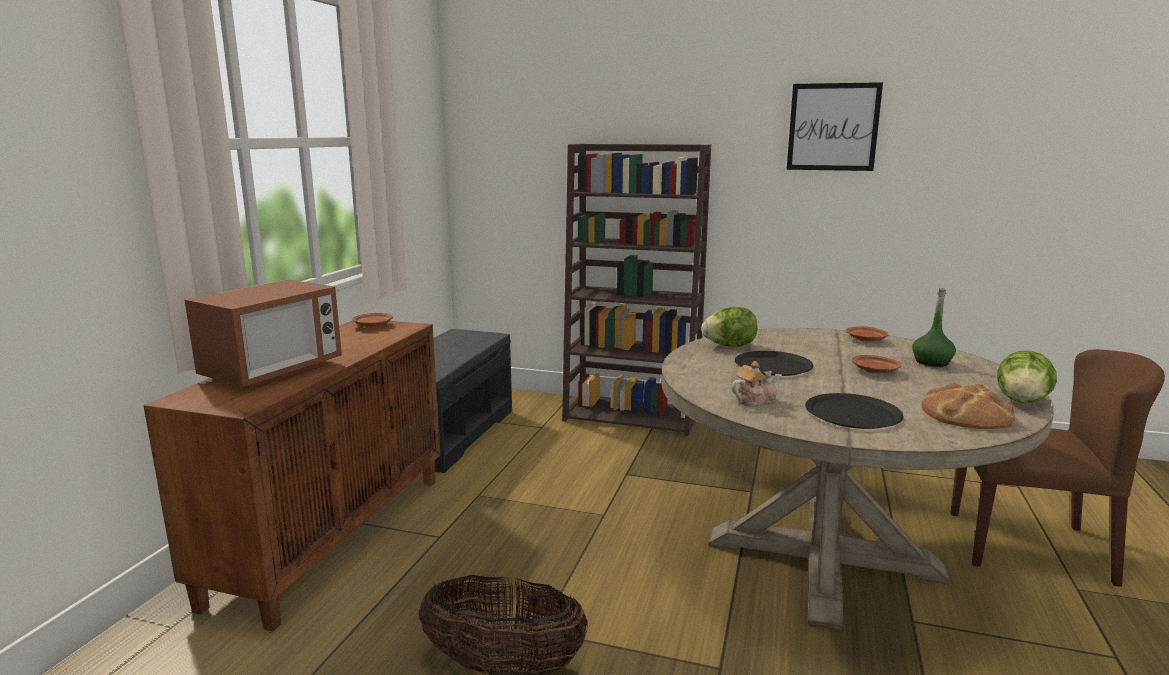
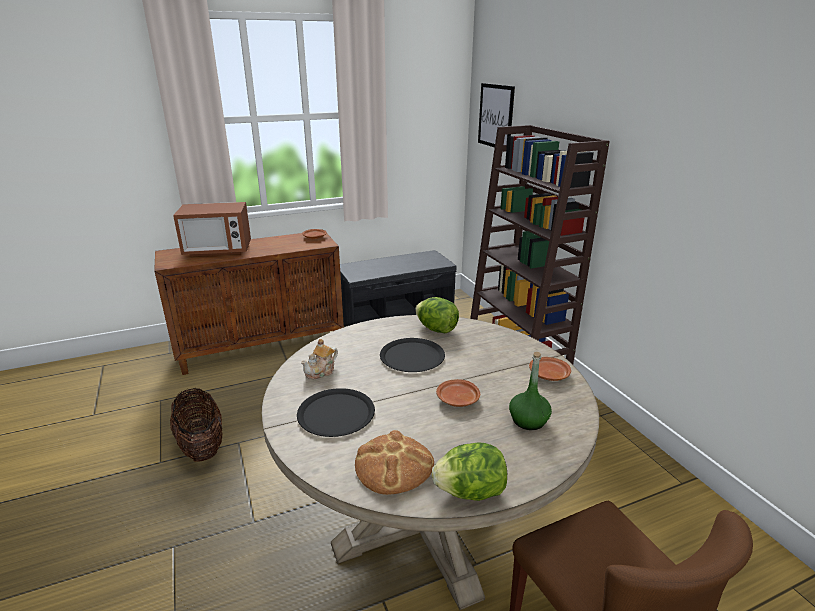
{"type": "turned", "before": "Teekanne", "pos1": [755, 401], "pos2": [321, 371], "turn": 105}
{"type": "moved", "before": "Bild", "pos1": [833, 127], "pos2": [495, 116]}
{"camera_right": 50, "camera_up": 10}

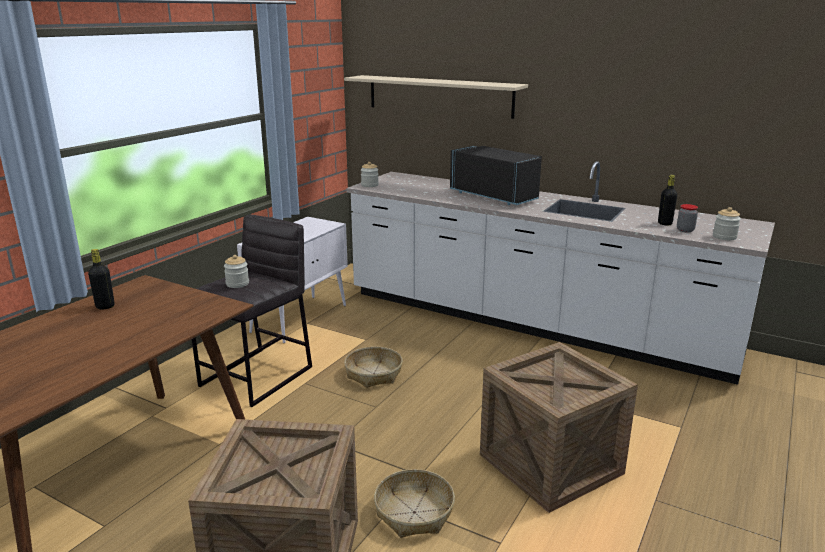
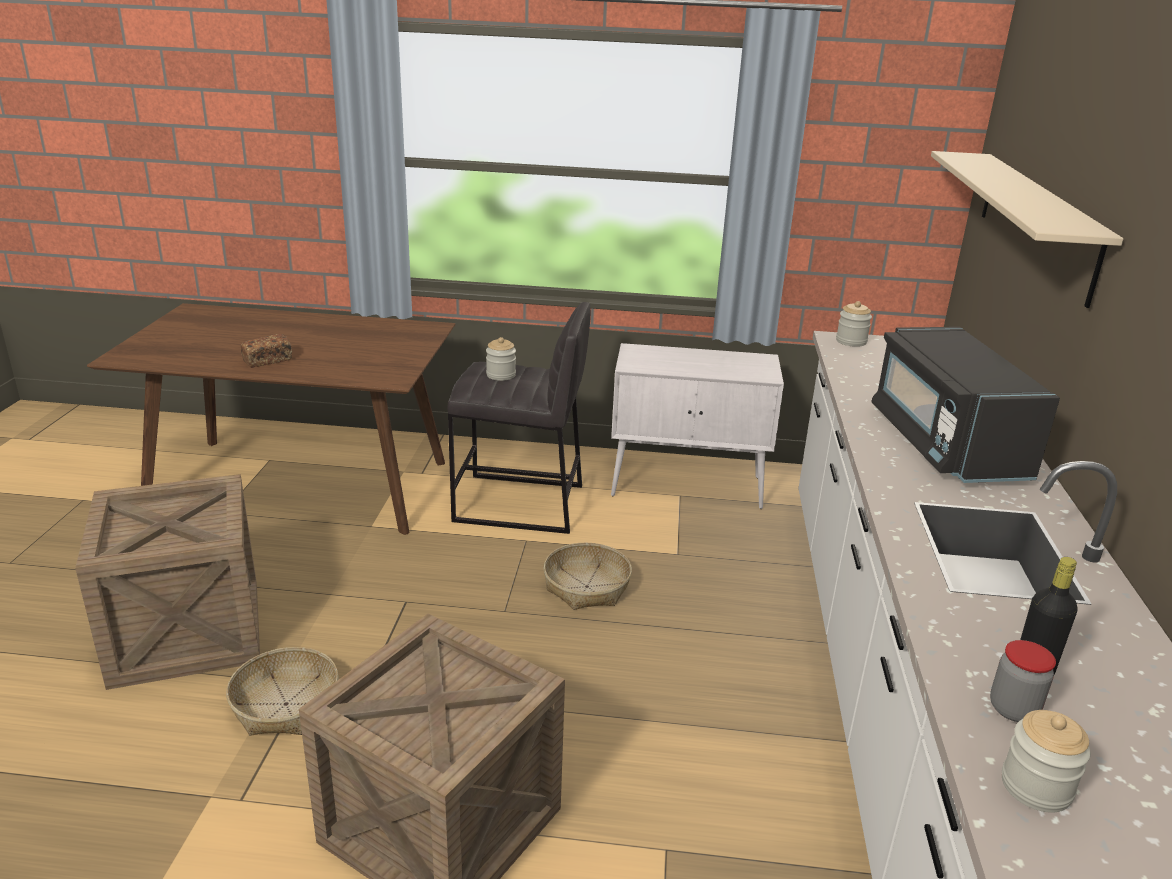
{"type": "removed", "before": "Flasche (schwarz)", "pos1": [105, 306]}
{"type": "turned", "before": "Mikrowelle (schwarz)", "pos1": [494, 196], "pos2": [945, 443], "turn": 150}
{"type": "added", "after": "Brot", "pos2": [267, 360]}
{"camera_right": 65, "camera_up": 5}

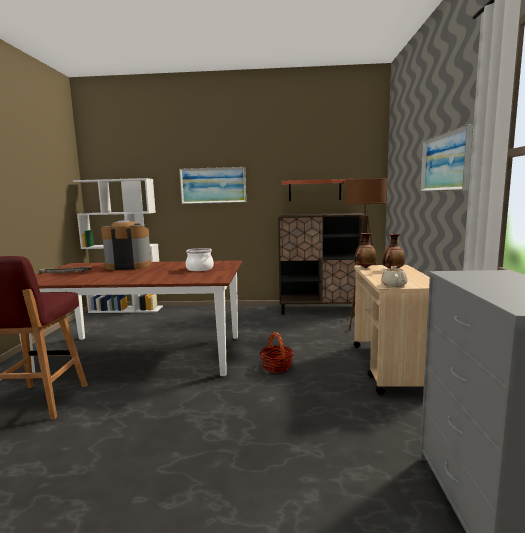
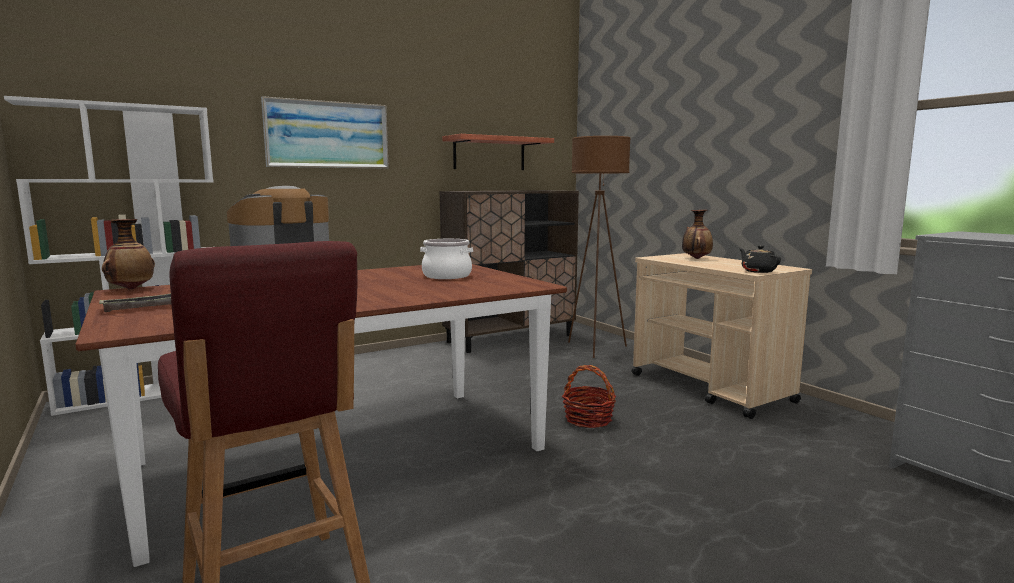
{"type": "moved", "before": "Vase", "pos1": [365, 267], "pos2": [131, 289]}
{"type": "recoloured", "before": "Teekanne (beige)", "after": "Teekanne (schwarz)", "pos1": [393, 285], "pos2": [758, 271]}
{"type": "removed", "before": "Bild", "pos1": [445, 162]}
{"camera_right": -35, "camera_up": 0}

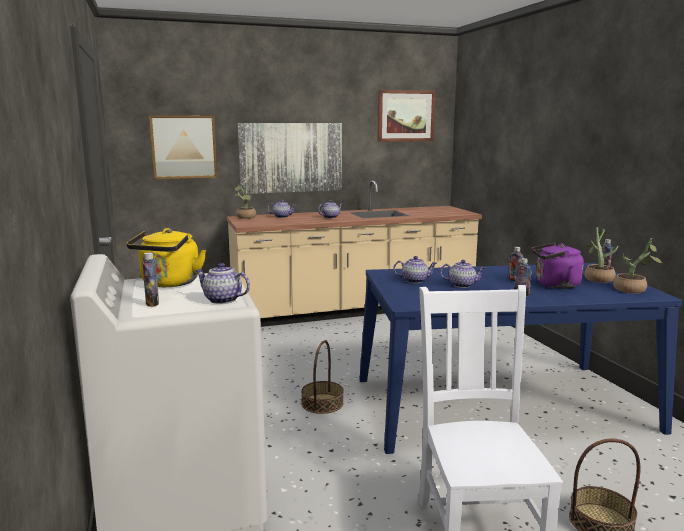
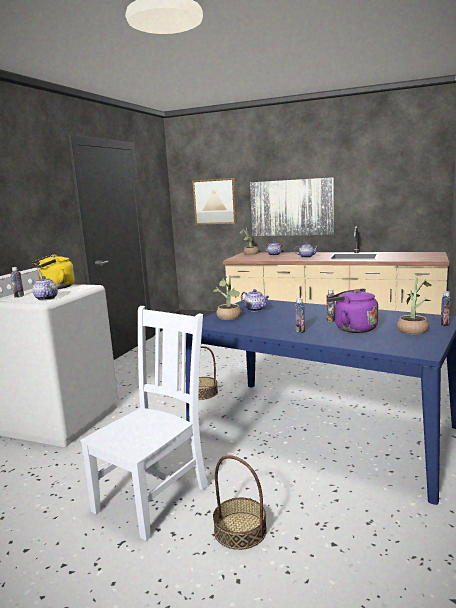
{"type": "removed", "before": "Bild", "pos1": [405, 116]}
{"type": "removed", "before": "Teekanne", "pos1": [462, 285]}
{"type": "moved", "before": "Topfpflanze", "pos1": [633, 290], "pos2": [229, 318]}
{"camera_right": 40, "camera_up": 0}

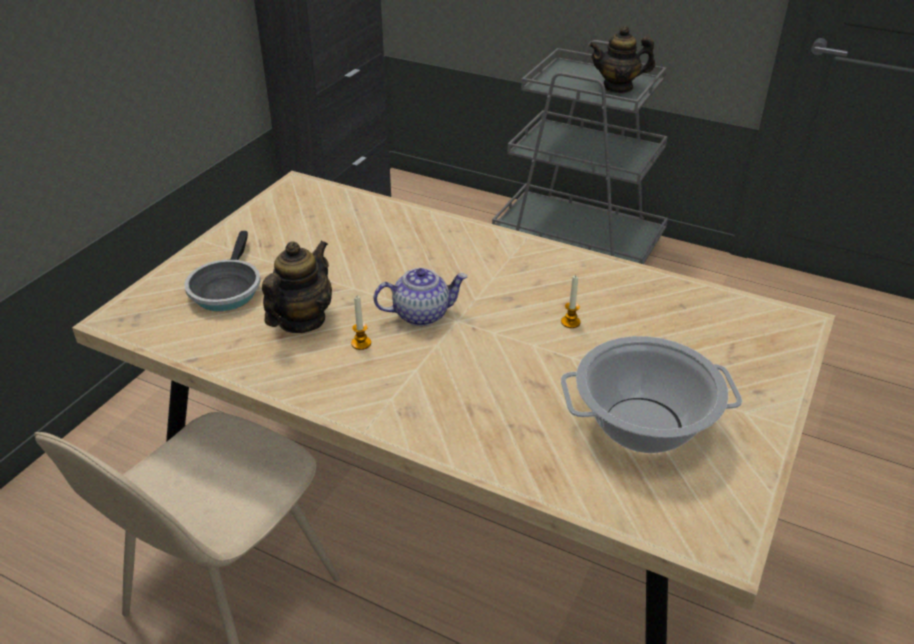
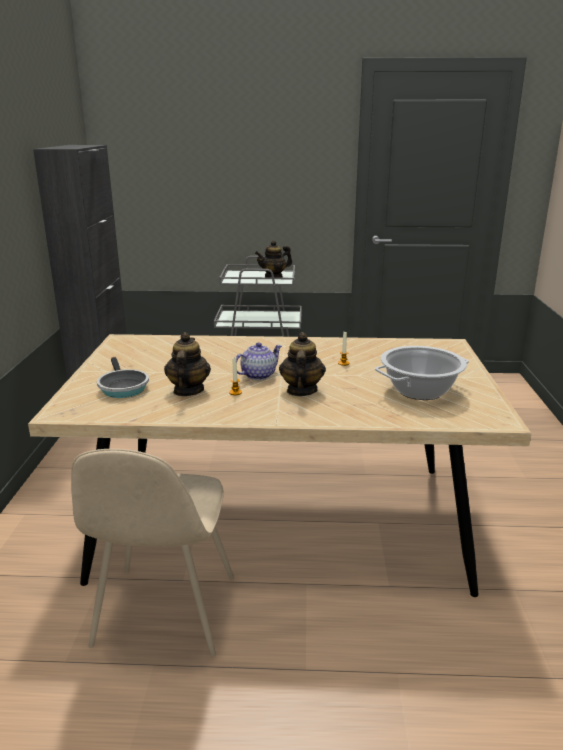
{"type": "added", "after": "Teekanne", "pos2": [301, 391]}
{"camera_right": -25, "camera_up": -15}

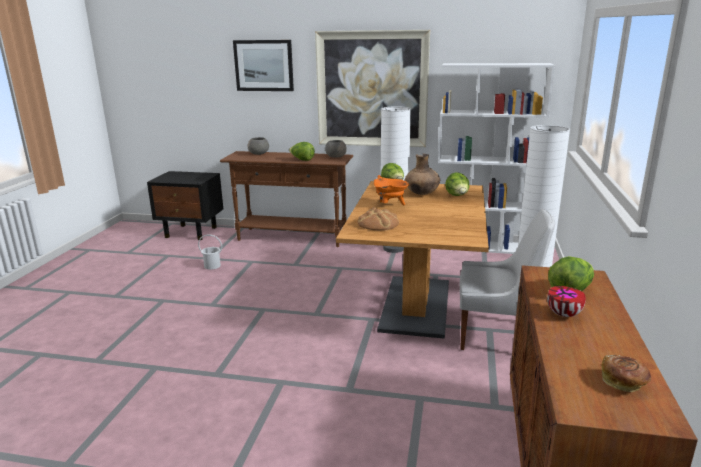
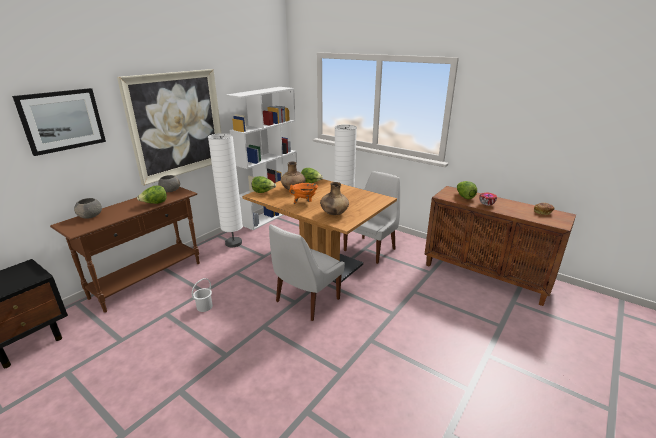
{"type": "moved", "before": "Eimer (weiß)", "pos1": [212, 266], "pos2": [205, 307]}
{"type": "replaced", "before": "Brot", "after": "Vase (braun)", "pos1": [378, 223], "pos2": [334, 213]}
{"type": "added", "after": "Stuhl (weiß)", "pos2": [306, 301]}
{"camera_right": -65, "camera_up": 5}

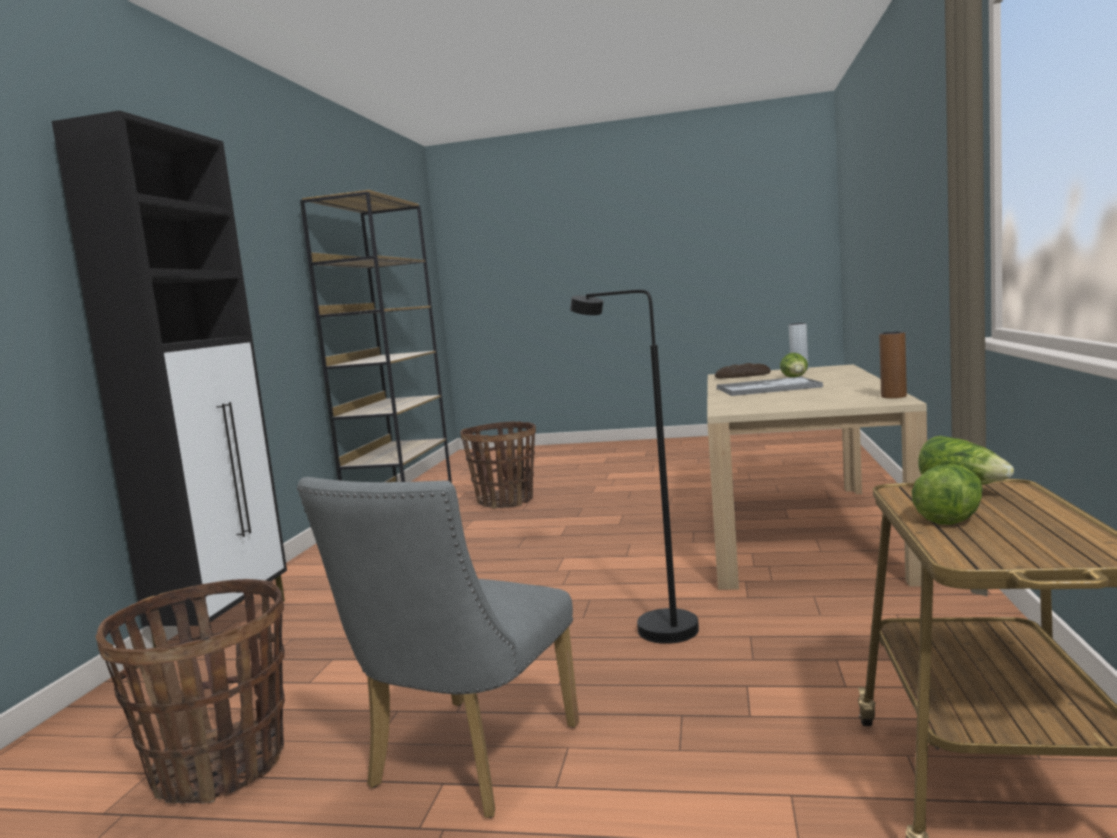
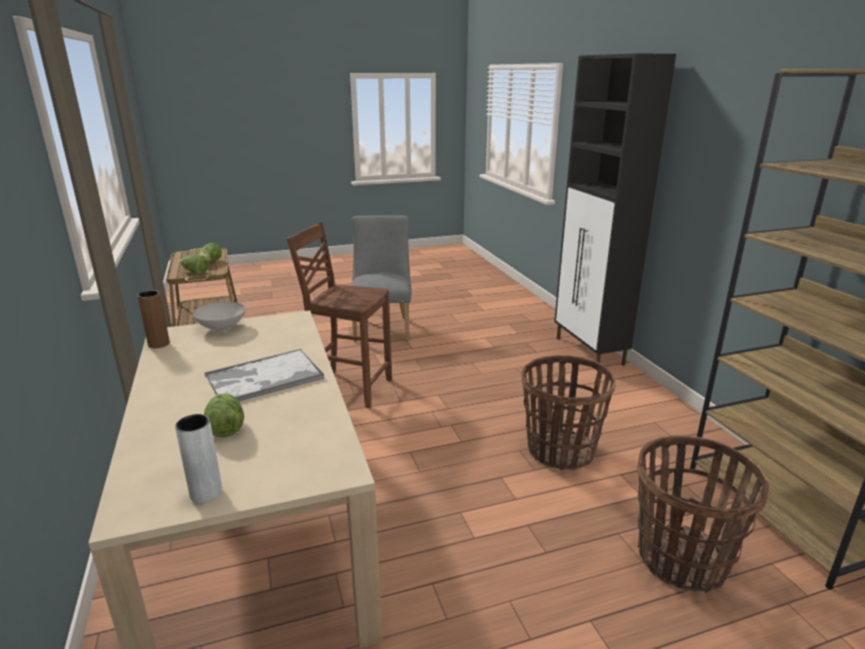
{"type": "moved", "before": "Korb", "pos1": [219, 766], "pos2": [560, 451]}
{"type": "replaced", "before": "Stehlampe (schwarz)", "after": "Stuhl (braun)", "pos1": [652, 627], "pos2": [349, 387]}
{"type": "removed", "before": "Brot", "pos1": [742, 376]}
{"type": "added", "after": "Schüssel (weiß)", "pos2": [221, 328]}
{"camera_right": 150, "camera_up": 15}

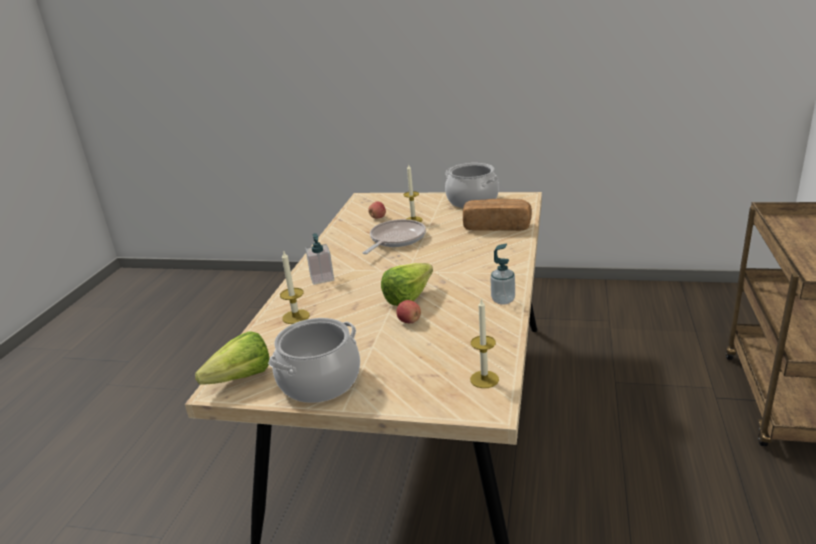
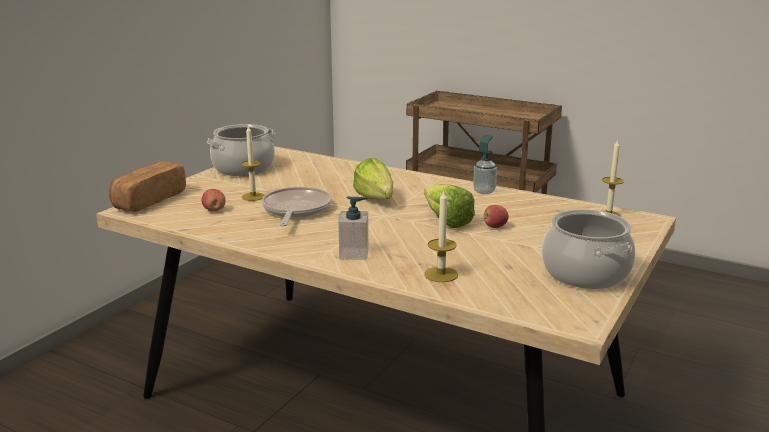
{"type": "moved", "before": "Salatkopf", "pos1": [235, 380], "pos2": [376, 201]}
{"type": "turned", "before": "Pfanne", "pos1": [395, 239], "pos2": [295, 210], "turn": 45}
{"type": "moved", "before": "Brot", "pos1": [496, 226], "pos2": [149, 200]}
{"camera_right": -75, "camera_up": -5}

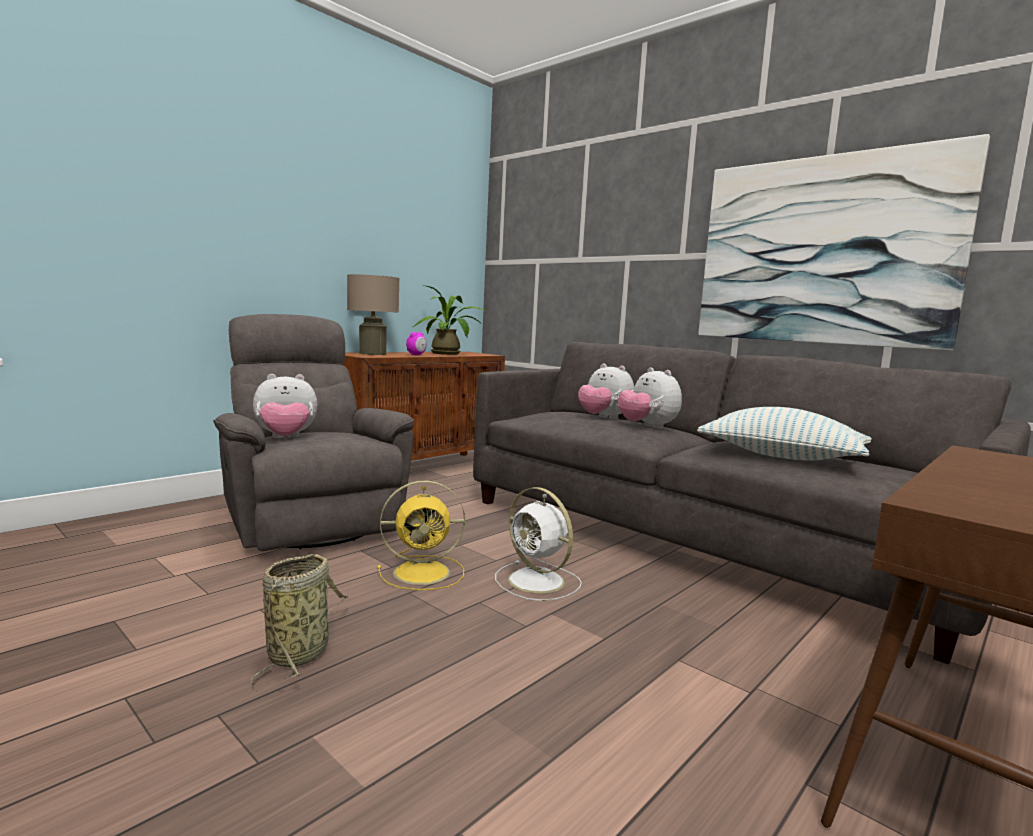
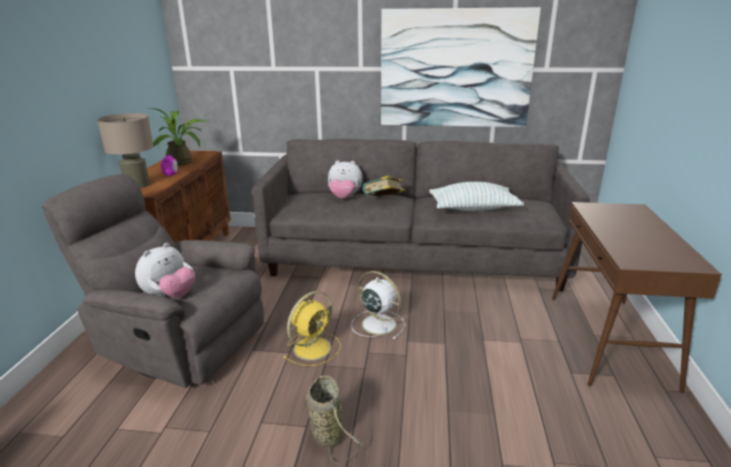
{"type": "turned", "before": "Ventilator (weiß)", "pos1": [538, 582], "pos2": [377, 324], "turn": -150}
{"type": "replaced", "before": "Plüschtier", "after": "Buch", "pos1": [647, 427], "pos2": [383, 201]}
{"camera_right": -35, "camera_up": 15}

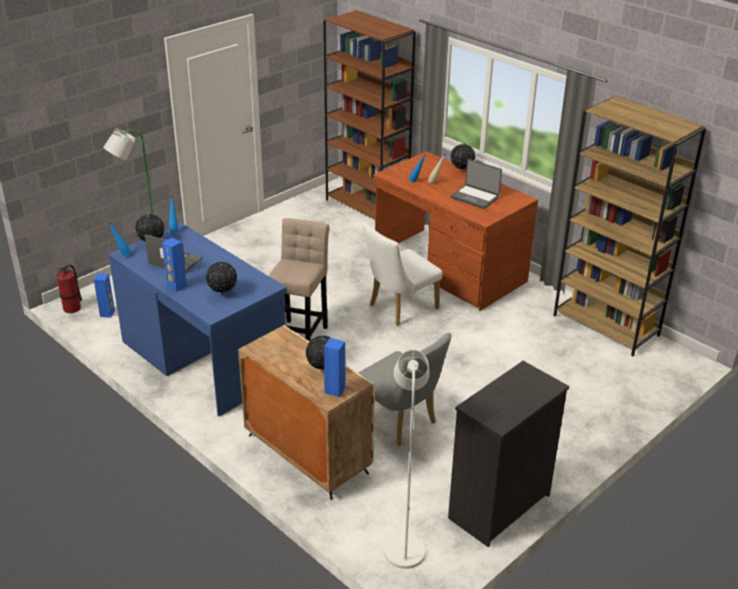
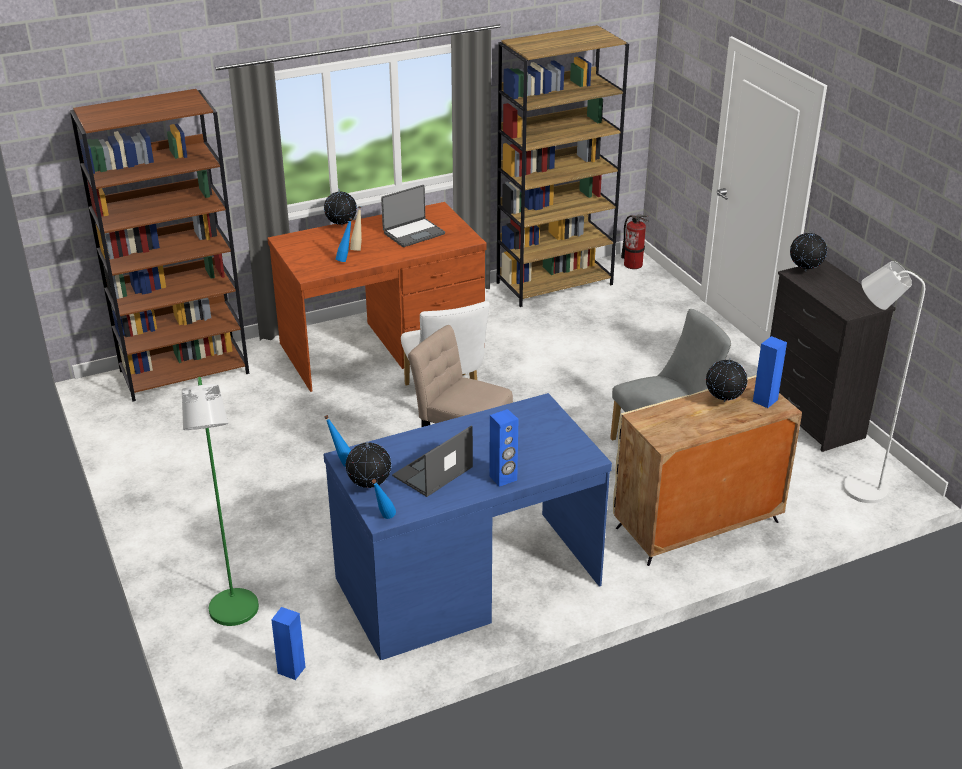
{"type": "moved", "before": "Feuerlöscher", "pos1": [72, 308], "pos2": [633, 264]}
{"type": "moved", "before": "Globus", "pos1": [223, 293], "pos2": [805, 271]}
{"camera_right": -70, "camera_up": 0}

